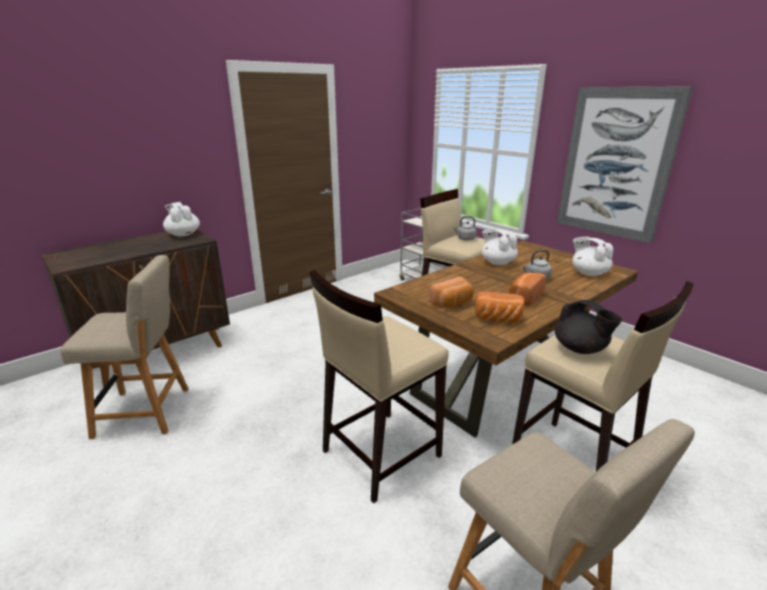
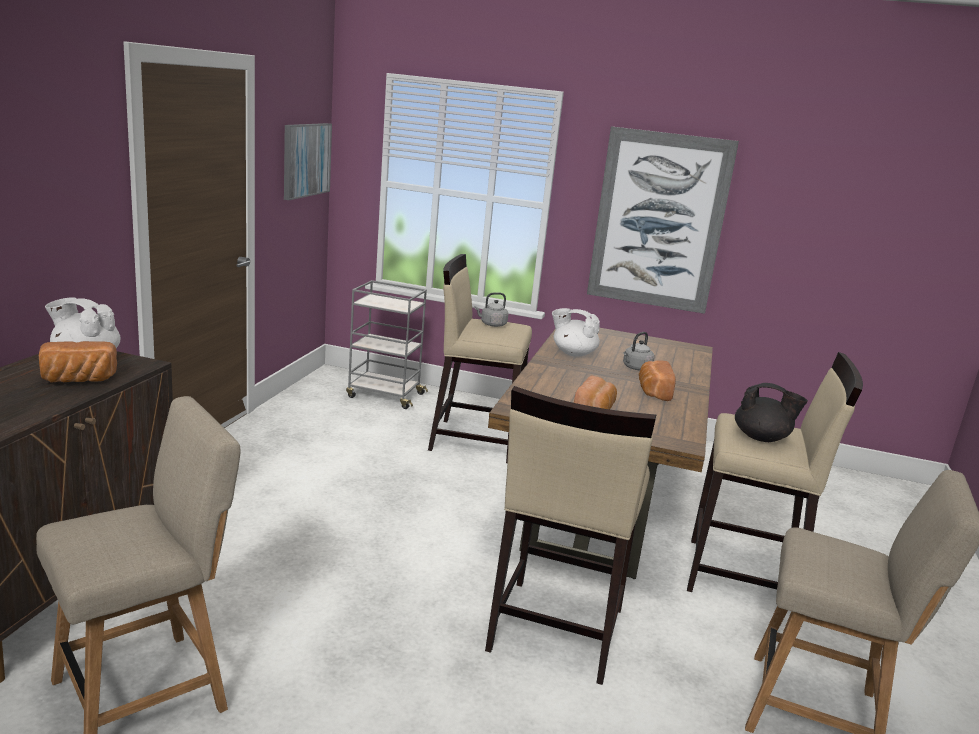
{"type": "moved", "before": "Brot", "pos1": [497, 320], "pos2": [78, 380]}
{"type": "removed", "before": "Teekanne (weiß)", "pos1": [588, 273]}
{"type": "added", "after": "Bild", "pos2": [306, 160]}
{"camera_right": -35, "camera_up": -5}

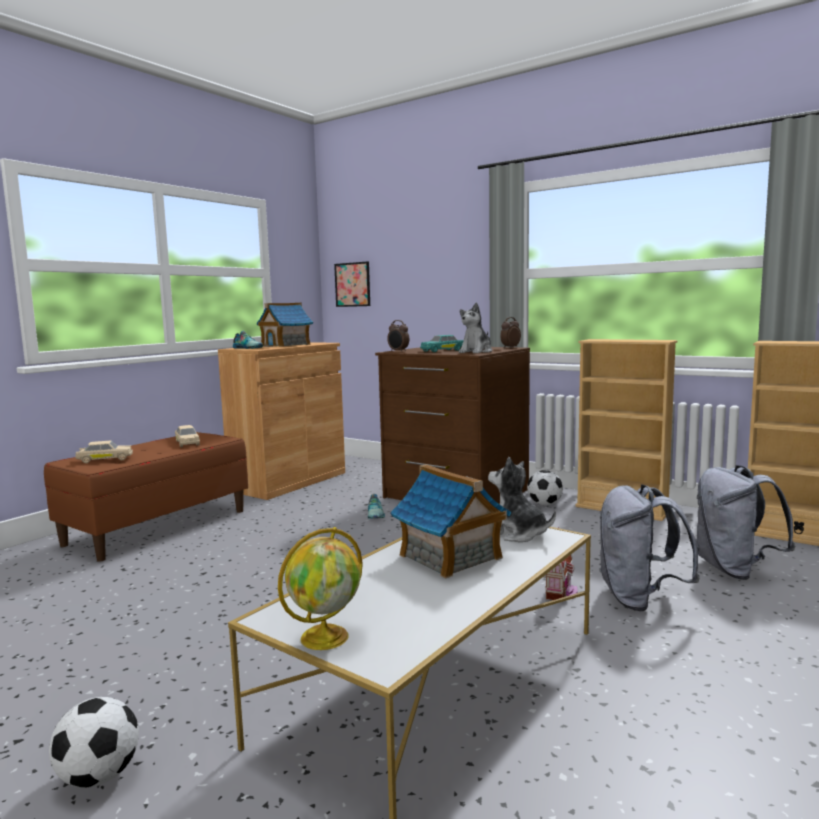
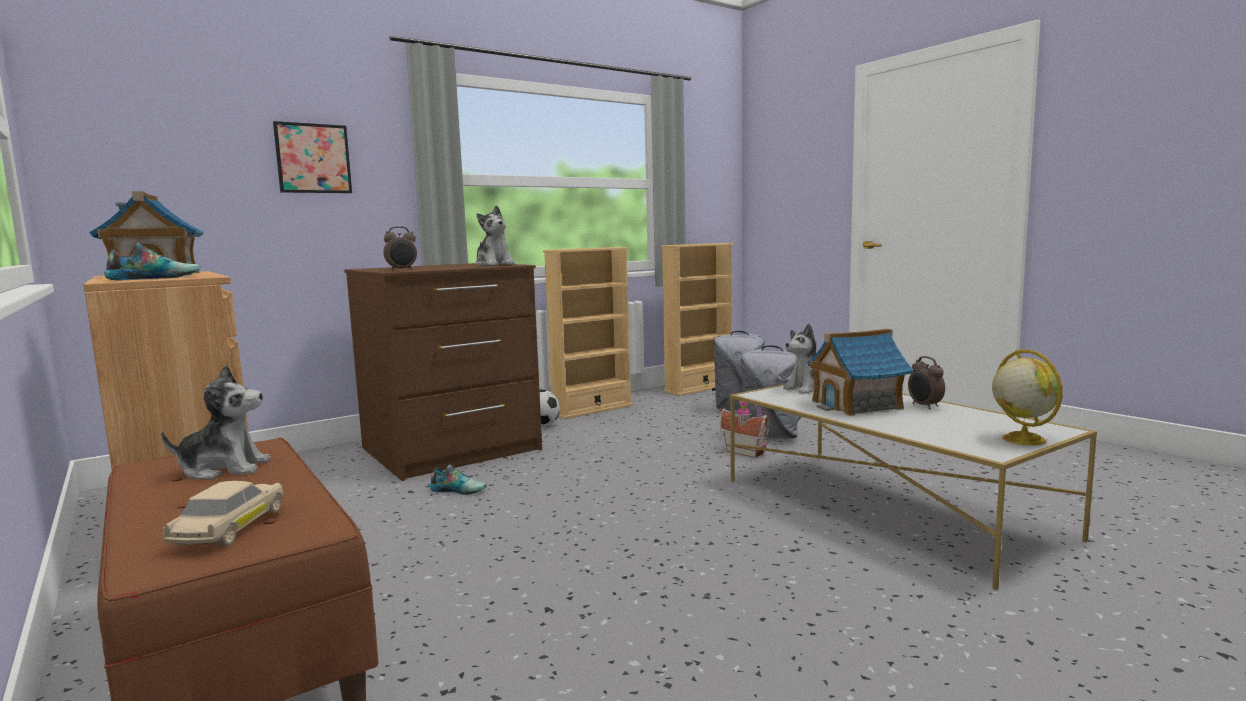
{"type": "removed", "before": "Fußball", "pos1": [99, 776]}
{"type": "replaced", "before": "Spielzeugauto (beige)", "after": "Plüschtier", "pos1": [187, 443], "pos2": [224, 469]}
{"type": "moved", "before": "Bild", "pos1": [352, 284], "pos2": [313, 158]}
{"type": "removed", "before": "Spielzeugauto (türkis)", "pos1": [442, 351]}
{"type": "moved", "before": "Wecker", "pos1": [510, 348], "pos2": [924, 406]}
{"camera_right": -70, "camera_up": 0}

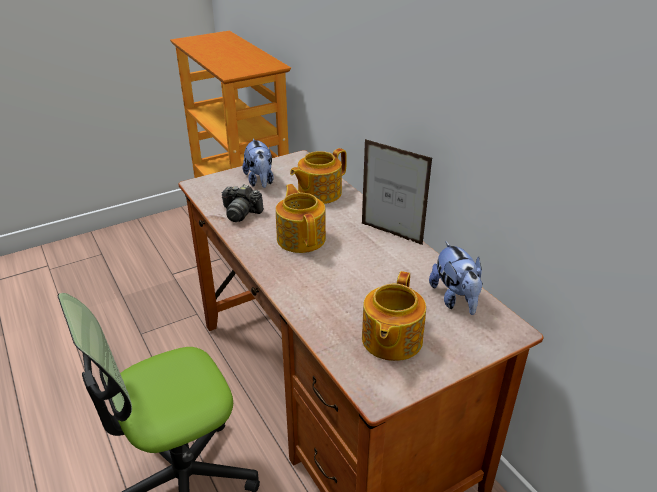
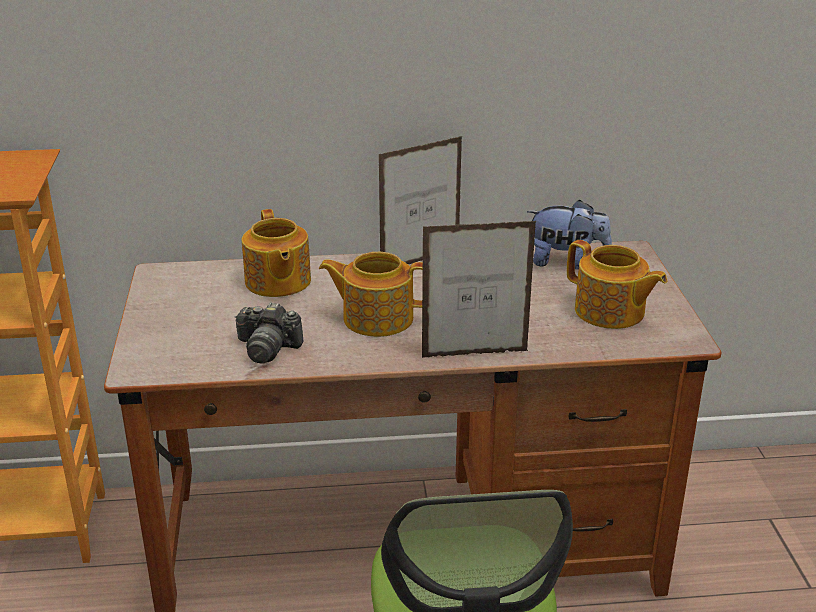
{"type": "turned", "before": "Kamera", "pos1": [241, 213], "pos2": [267, 348], "turn": 60}
{"type": "removed", "before": "Plüschtier", "pos1": [260, 181]}
{"type": "added", "after": "Bilderrahmen", "pos2": [475, 354]}
{"camera_right": -65, "camera_up": -5}

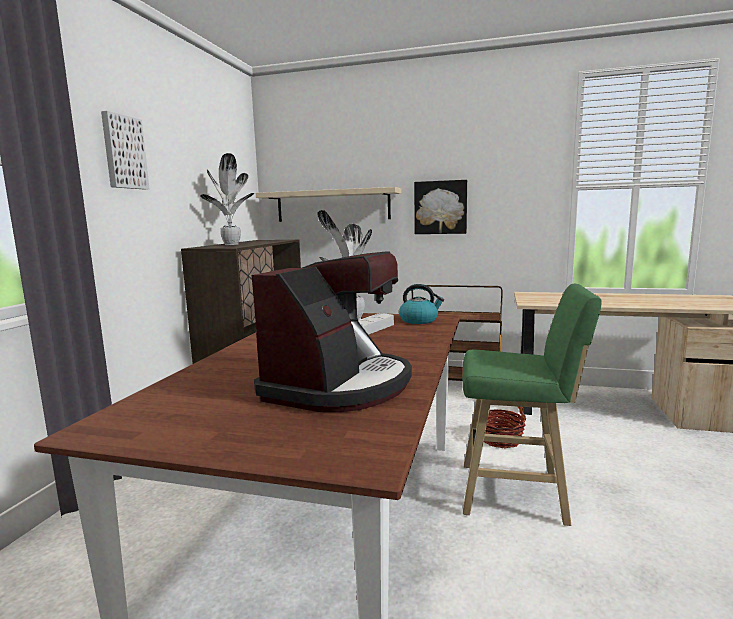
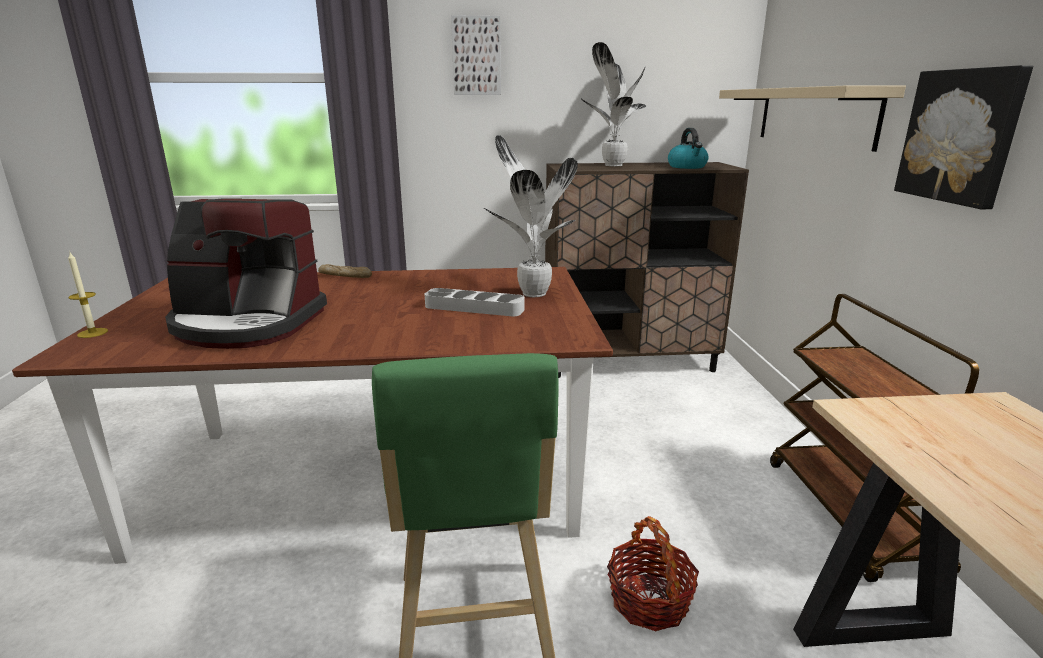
{"type": "moved", "before": "Wasserkessel", "pos1": [419, 320], "pos2": [687, 167]}
{"type": "added", "after": "Kerze", "pos2": [92, 333]}
{"type": "added", "after": "Brot", "pos2": [345, 276]}
{"camera_right": 70, "camera_up": 10}

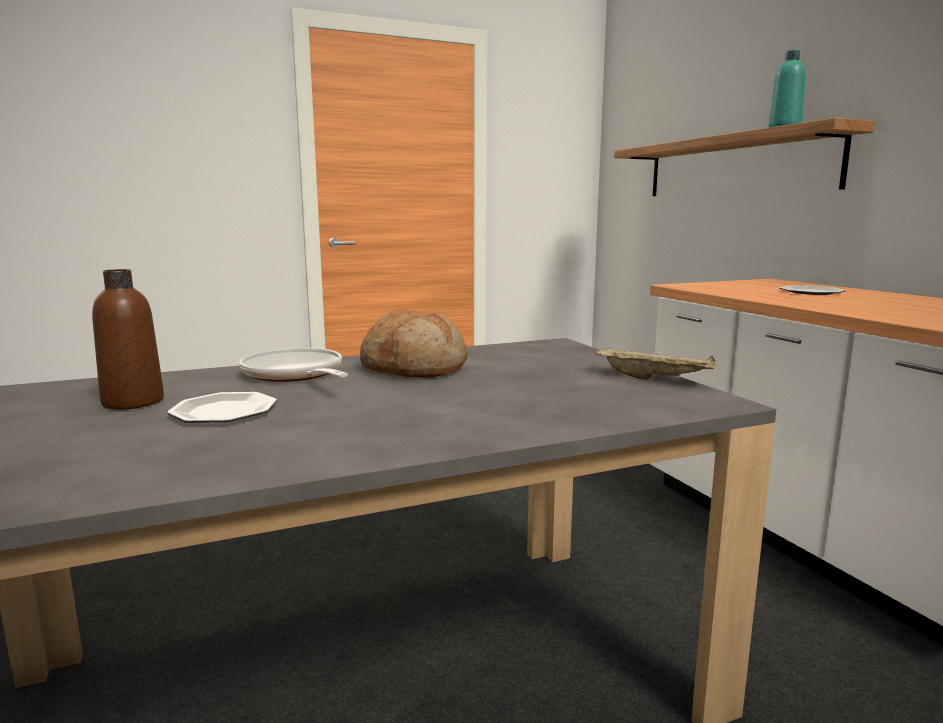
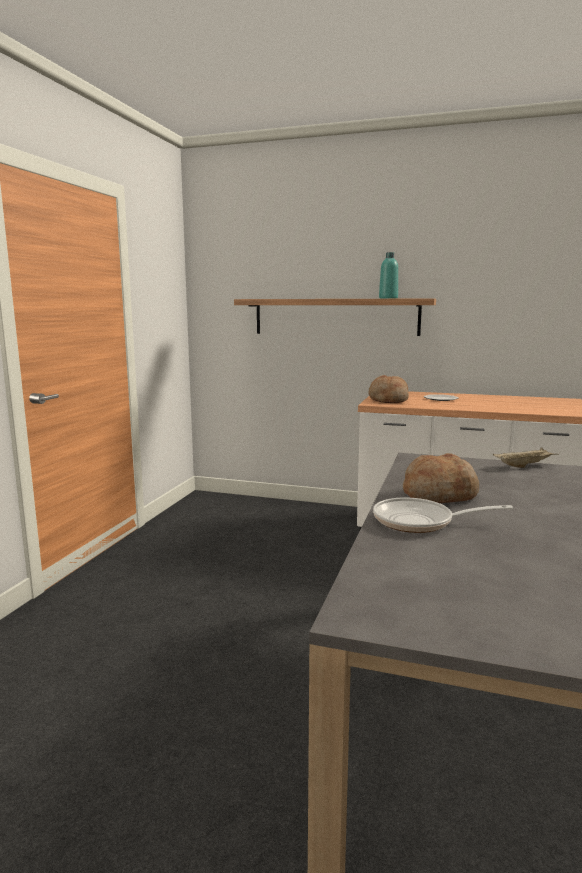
{"type": "removed", "before": "Flasche (braun)", "pos1": [133, 402]}
{"type": "removed", "before": "Teller", "pos1": [223, 412]}
{"type": "added", "after": "Brot", "pos2": [387, 400]}
{"camera_right": -50, "camera_up": 0}

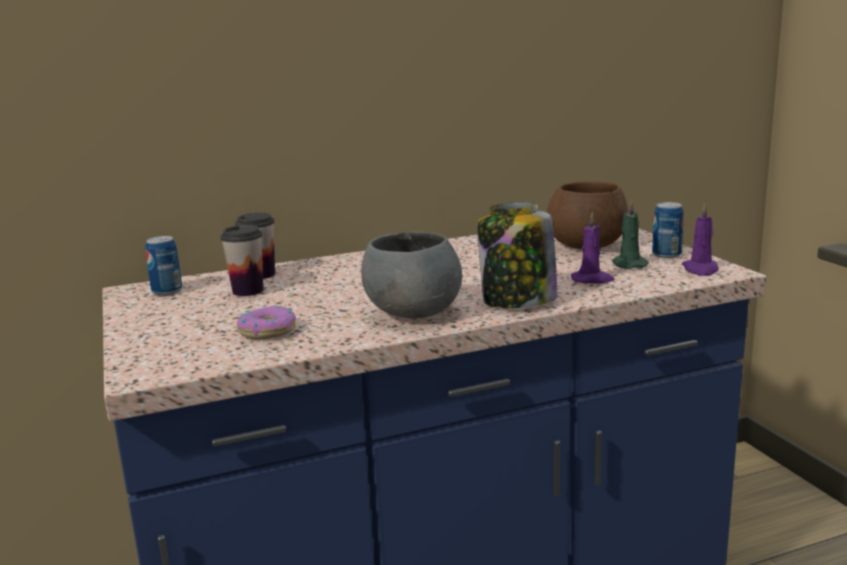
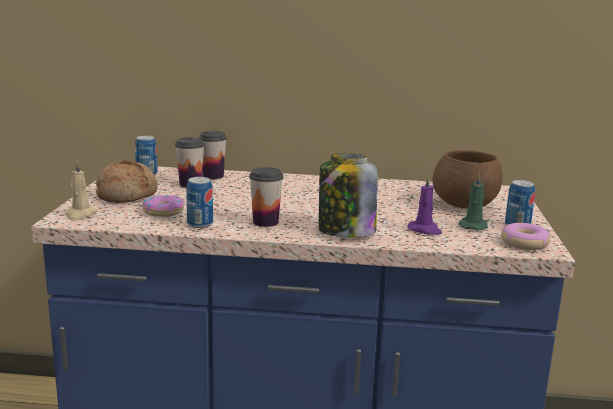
{"type": "replaced", "before": "Schüssel (grau)", "after": "Tasse", "pos1": [413, 312], "pos2": [265, 222]}
{"type": "replaced", "before": "Kerze (lila)", "after": "Donut", "pos1": [701, 270], "pos2": [524, 243]}
{"type": "added", "after": "Kerze (beige)", "pos2": [80, 215]}
{"type": "added", "after": "Brot", "pos2": [126, 195]}
{"type": "added", "after": "Dose", "pos2": [200, 224]}
{"camera_right": 25, "camera_up": 0}

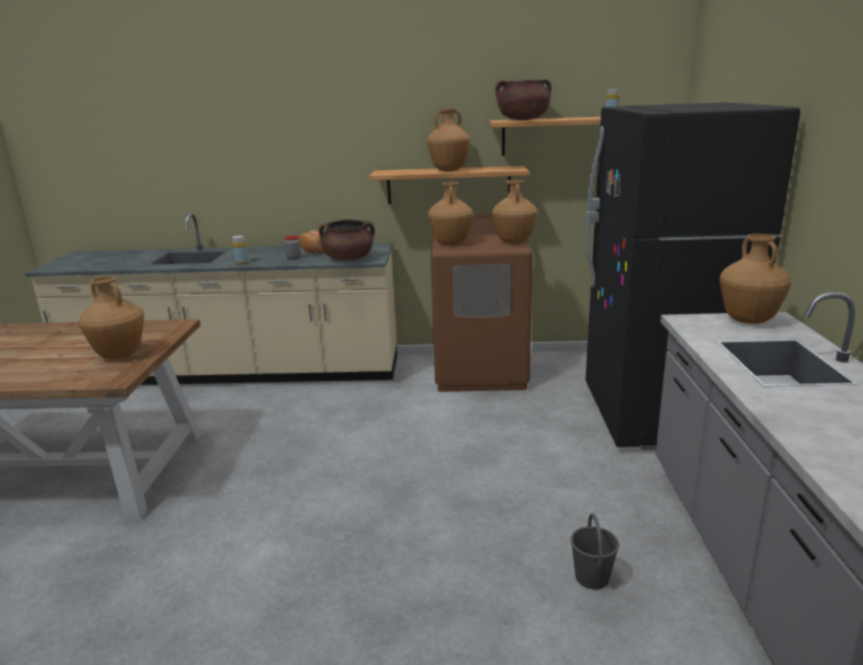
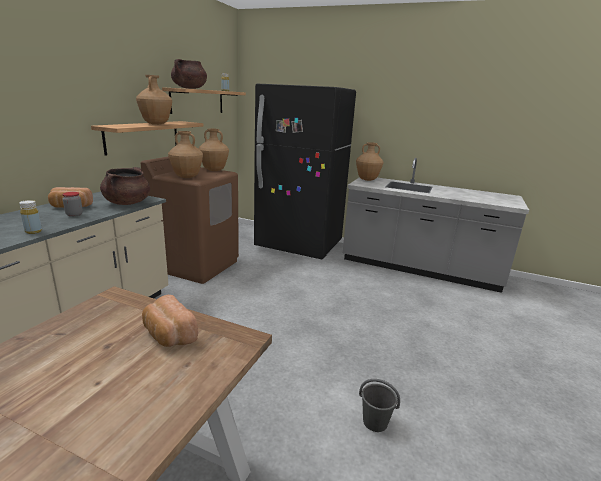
{"type": "replaced", "before": "Vase (braun)", "after": "Brot", "pos1": [120, 355], "pos2": [168, 335]}
{"type": "moved", "before": "Eimer (grau)", "pos1": [591, 577], "pos2": [374, 421]}
{"camera_right": -70, "camera_up": 0}

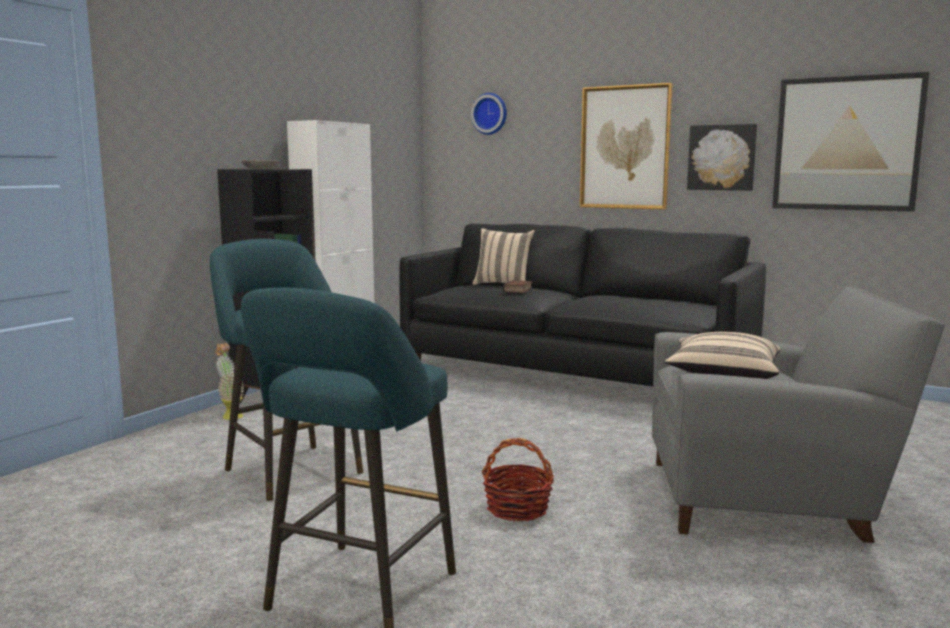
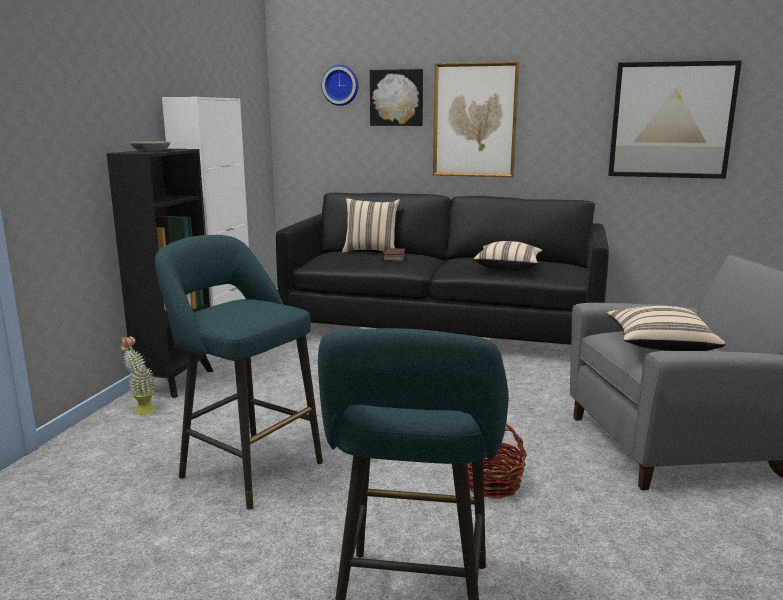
{"type": "moved", "before": "Bild", "pos1": [722, 157], "pos2": [397, 98]}
{"type": "added", "after": "Kissen (beige)", "pos2": [508, 267]}
{"camera_right": -15, "camera_up": 5}

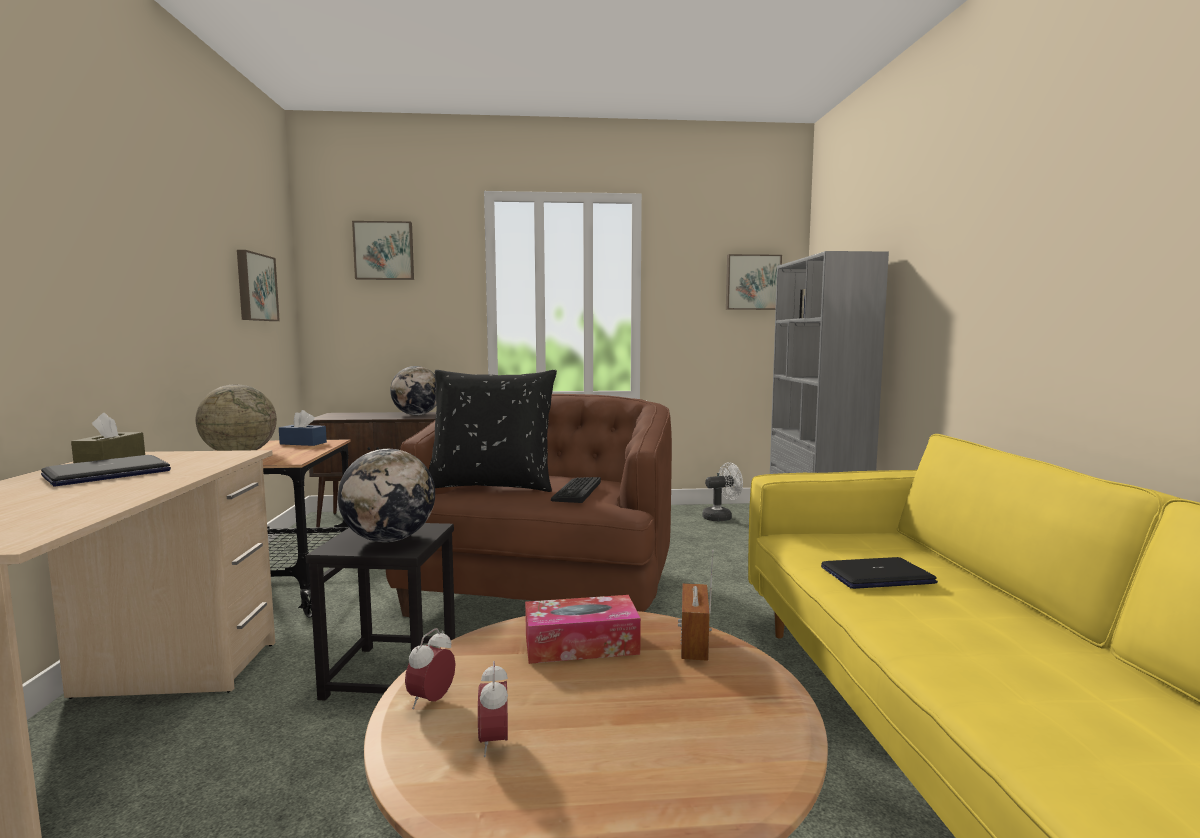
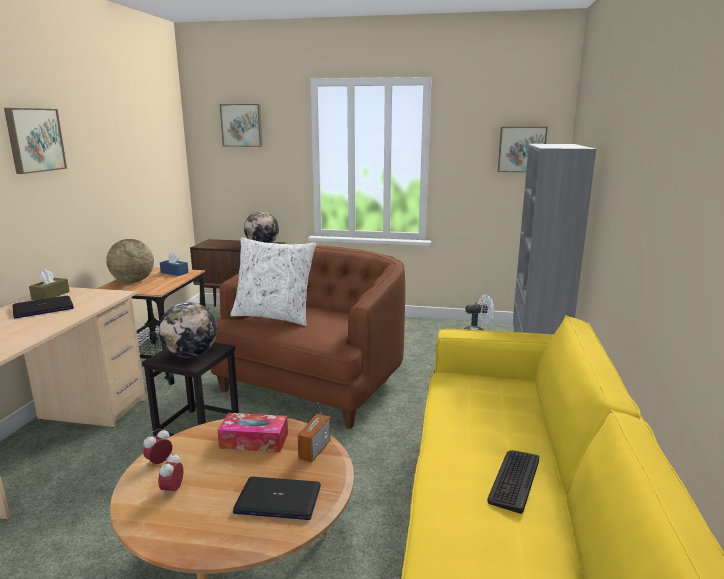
{"type": "moved", "before": "Bild", "pos1": [255, 287], "pos2": [34, 140]}
{"type": "recoloured", "before": "Kissen (schwarz)", "after": "Kissen (weiß)", "pos1": [492, 486], "pos2": [274, 316]}
{"type": "moved", "before": "Tastatur", "pos1": [576, 491], "pos2": [514, 480]}
{"type": "moved", "before": "Laptop", "pos1": [876, 575], "pos2": [279, 499]}
{"camera_right": 15, "camera_up": 10}

